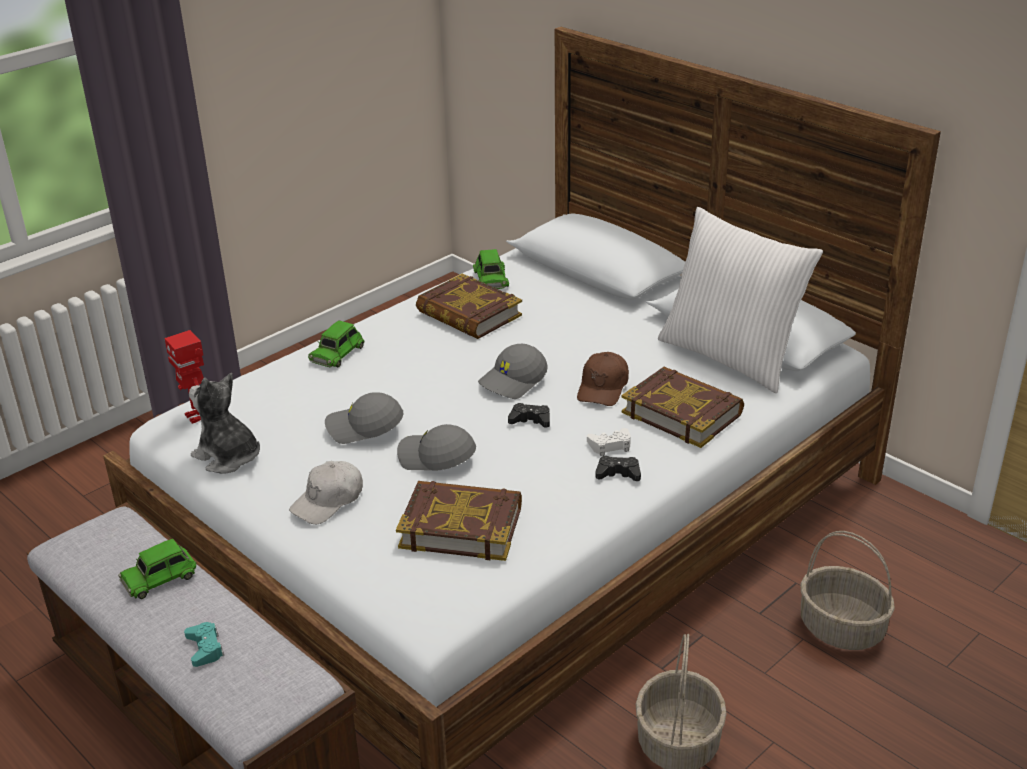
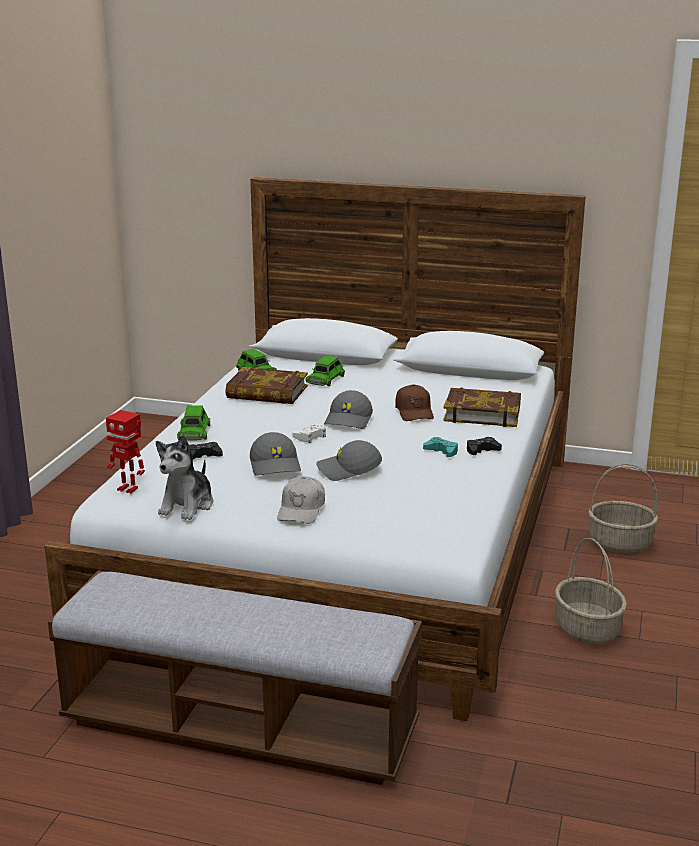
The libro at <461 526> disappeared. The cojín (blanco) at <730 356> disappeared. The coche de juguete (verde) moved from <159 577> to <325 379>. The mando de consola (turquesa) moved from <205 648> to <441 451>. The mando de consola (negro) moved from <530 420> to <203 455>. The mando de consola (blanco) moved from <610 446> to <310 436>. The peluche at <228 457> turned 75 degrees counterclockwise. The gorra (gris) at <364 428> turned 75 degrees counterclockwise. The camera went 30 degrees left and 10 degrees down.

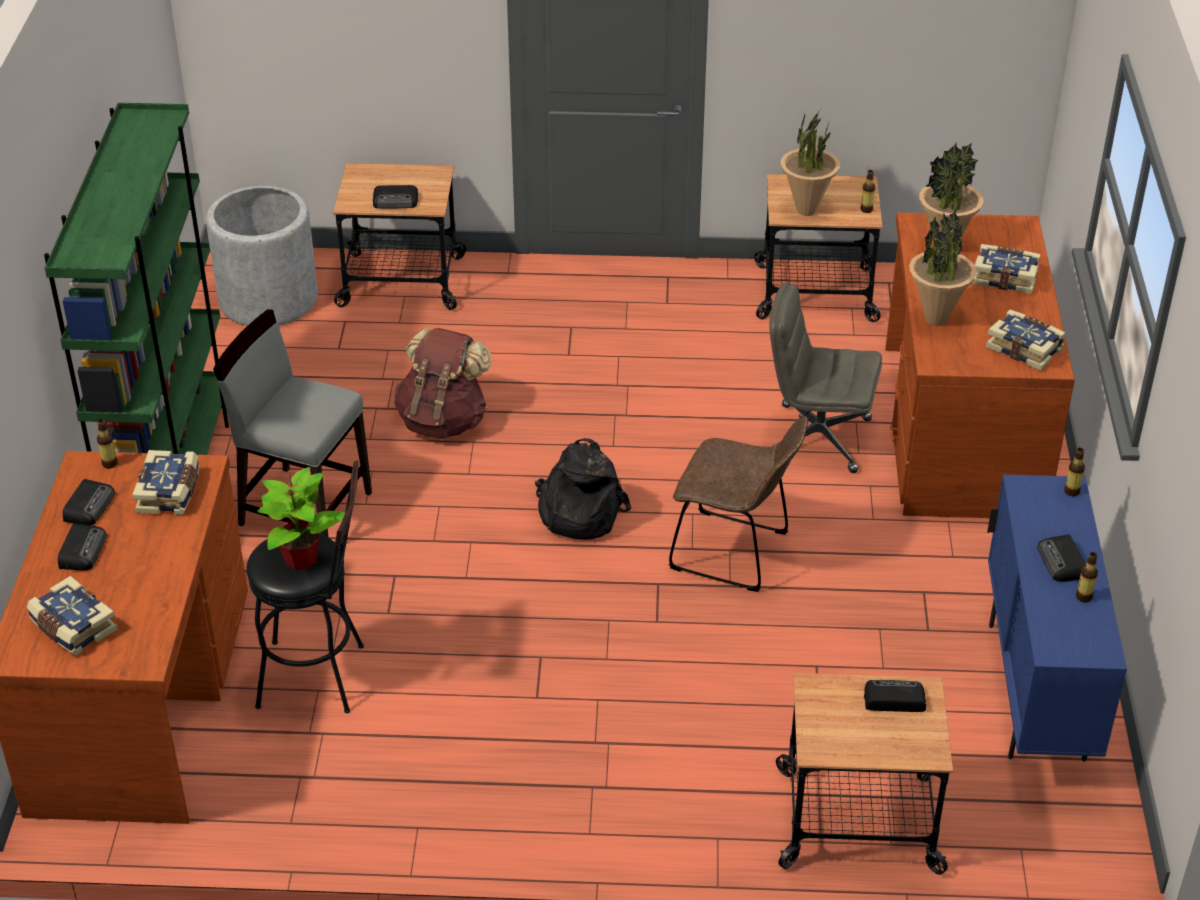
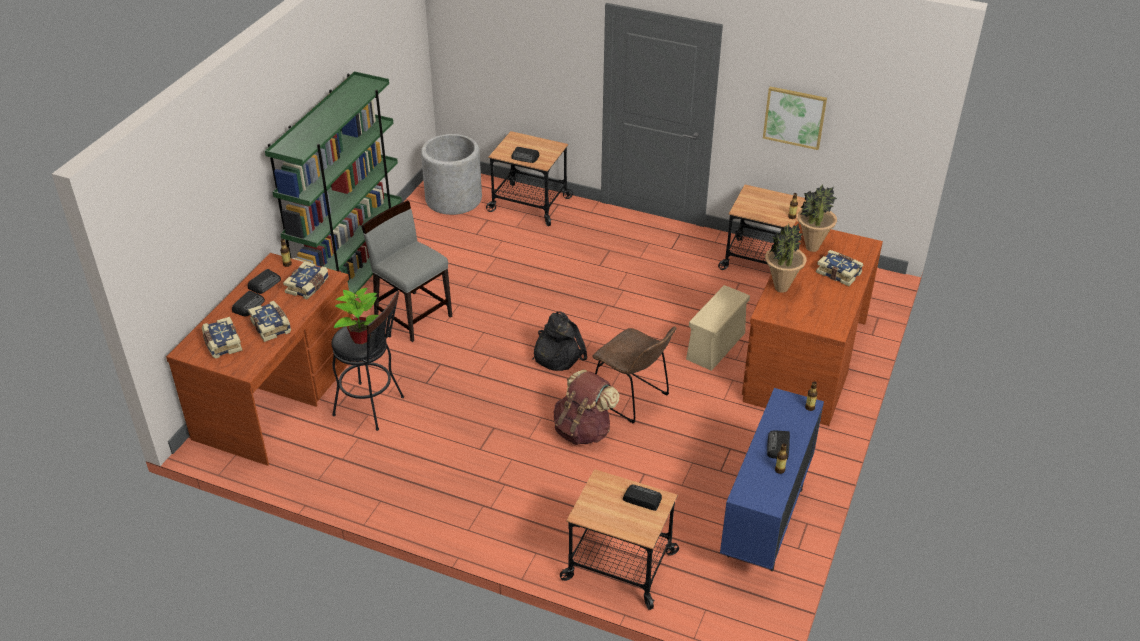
The planta en maceta at <806 210> disappeared. The cuadro at <794 117> appeared. The mochila (marrón) moved from <443 421> to <583 430>. The libro moved from <1024 348> to <272 326>. The silla de oficina (gris) at <817 438> was replaced by the caja de almacenaje (beis) at <716 345>. The camera went 20 degrees right and 0 degrees up.

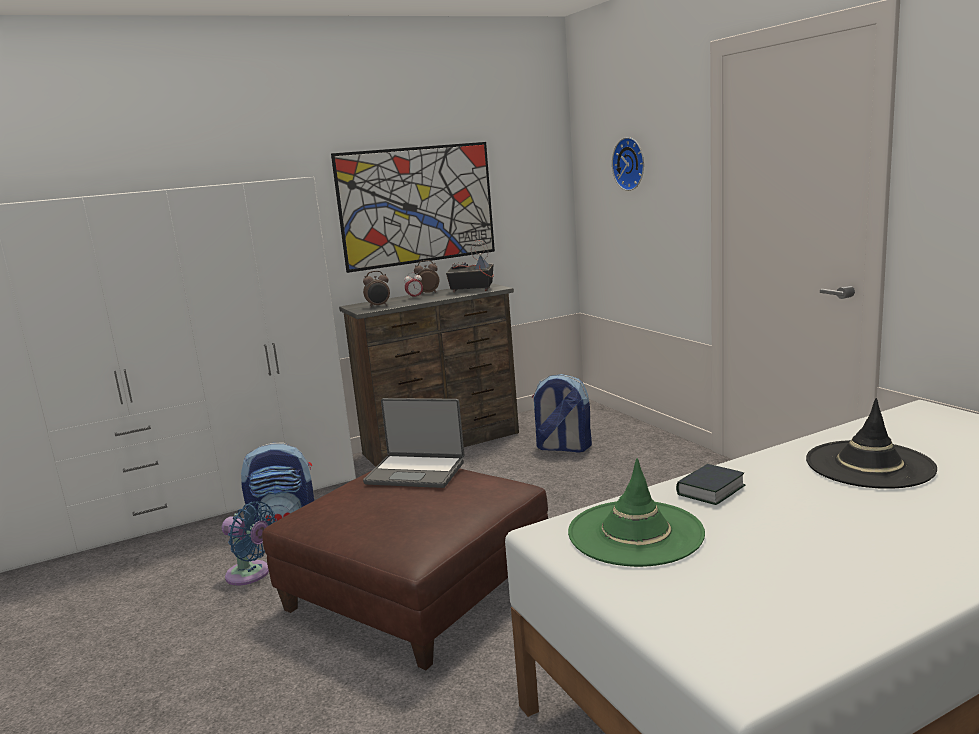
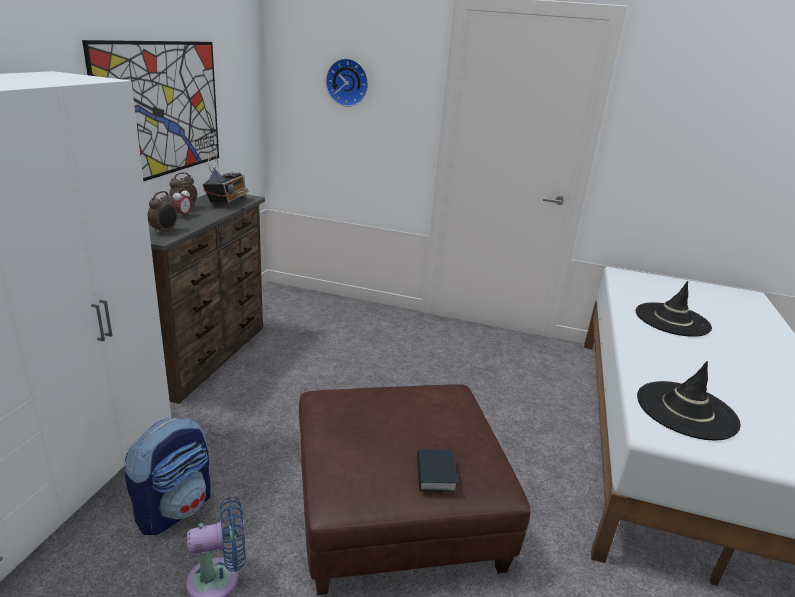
The portátil at <416 472> disappeared. The mochila at <562 448> disappeared. The libro moved from <710 490> to <435 475>. The sombrero (verde) at <635 533> became the sombrero (negro) at <686 410>. The radio at <471 290> turned 135 degrees clockwise. The camera went 50 degrees left and 10 degrees up.

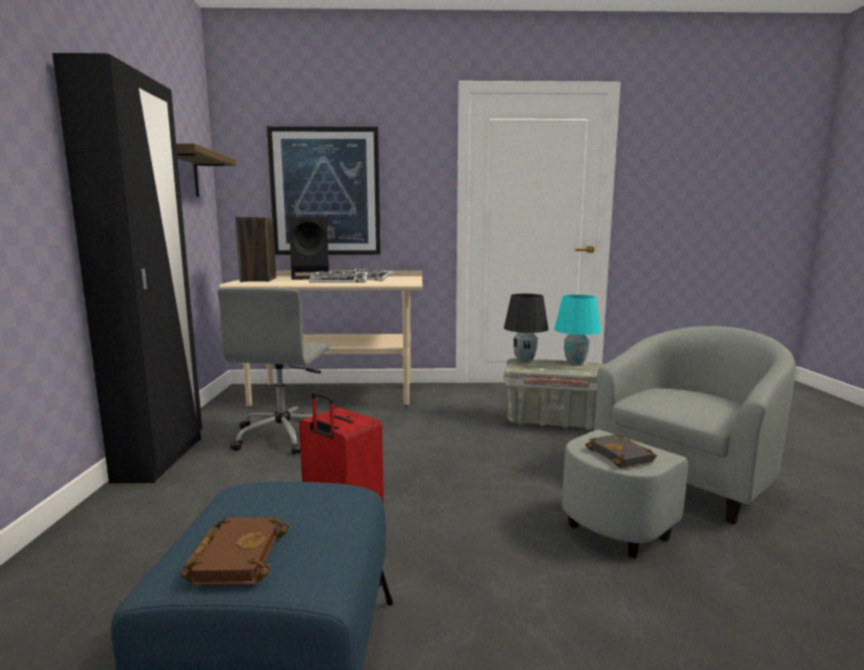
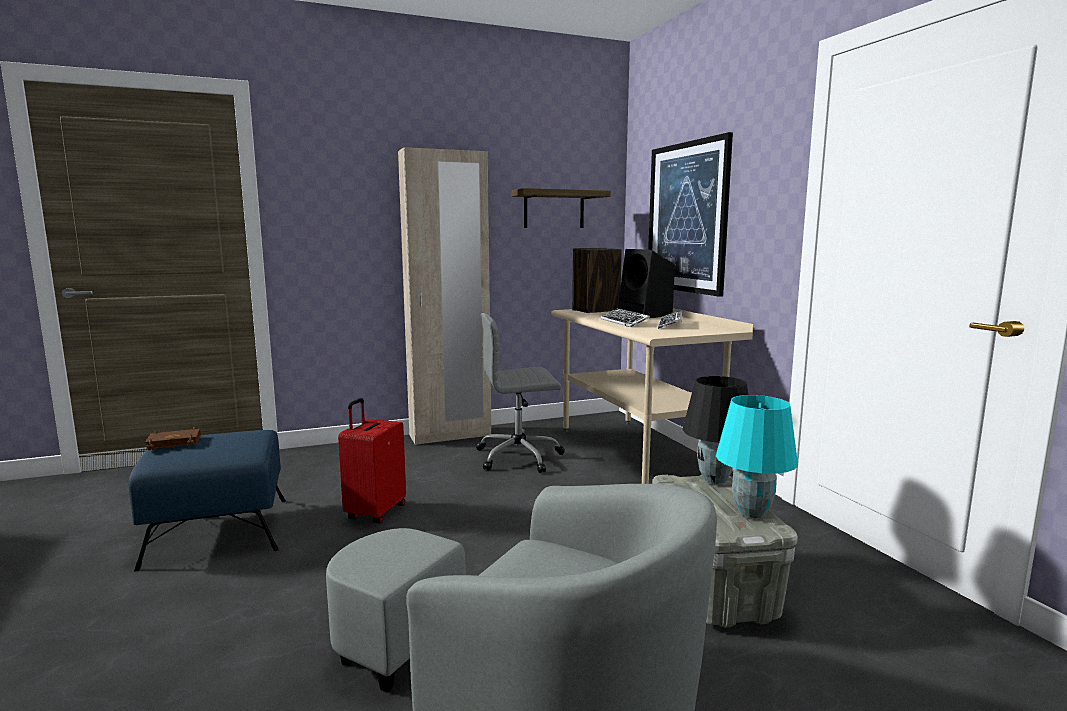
The libro (negro) at <622 456> disappeared. The armario ropero (negro) at <161 459> became the armario ropero (beis) at <450 435>. The camera went 70 degrees right and 0 degrees up.

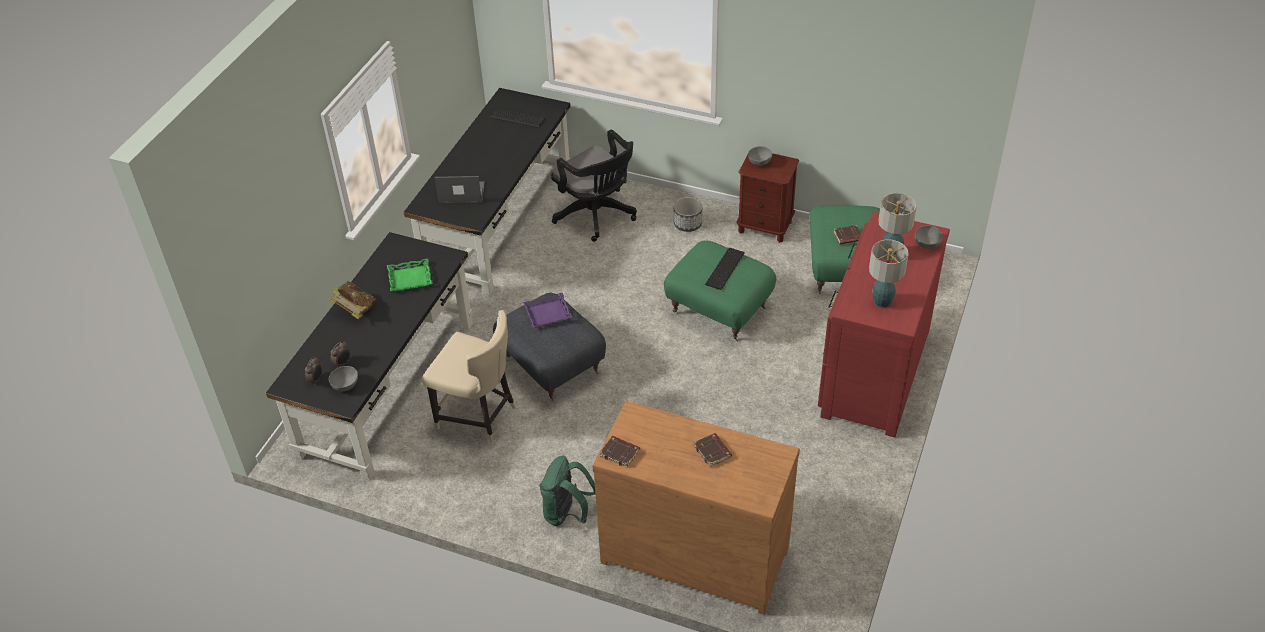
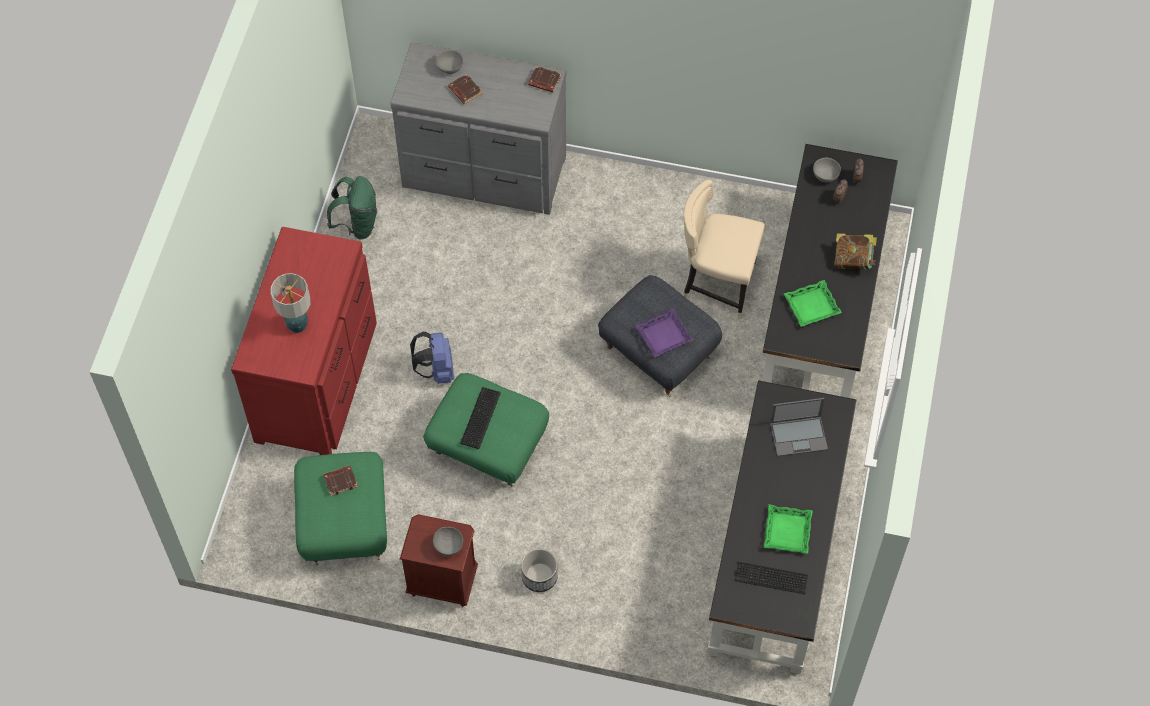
The silla de oficina (negro) at <597 215> disappeared. The lámpara de mesa at <882 301> disappeared. The mochila (azul) at <436 370> appeared. The bandeja (verde) at <787 531> appeared. The mochila (verde) moved from <567 513> to <357 224>. The cuenco (gris) moved from <927 244> to <449 68>. The cómoda (marrón) at <695 552> became the cómoda (gris) at <484 174>. The camera went 170 degrees right and 15 degrees up.

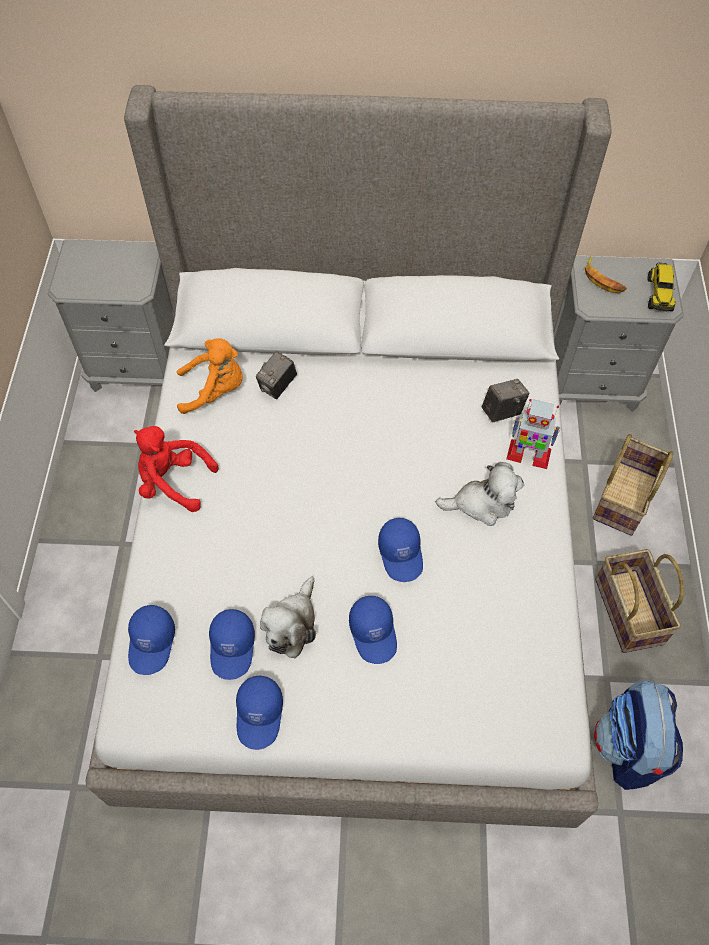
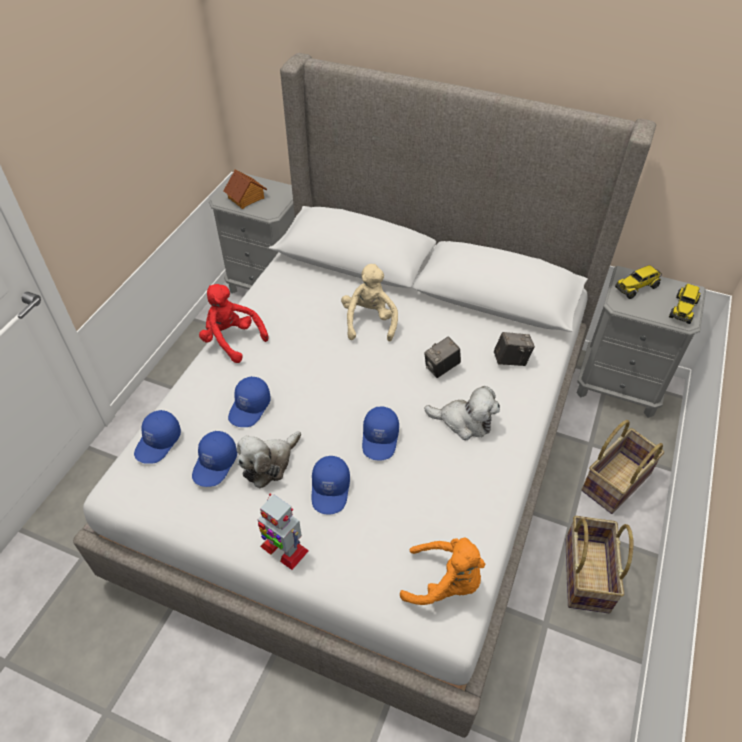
The mochila at <628 748> disappeared. The casita at <246 198> appeared. The peluche (beis) at <369 321> appeared. The peluche (naranja) moved from <215 390> to <445 582>. The gorra (azul) moved from <260 715> to <250 408>. The cámara moved from <278 386> to <441 368>. The robot de juguete moved from <528 454> to <283 548>. The plátano at <602 279> was replaced by the camión de juguete at <636 287>. The camera went 20 degrees right and 10 degrees down.

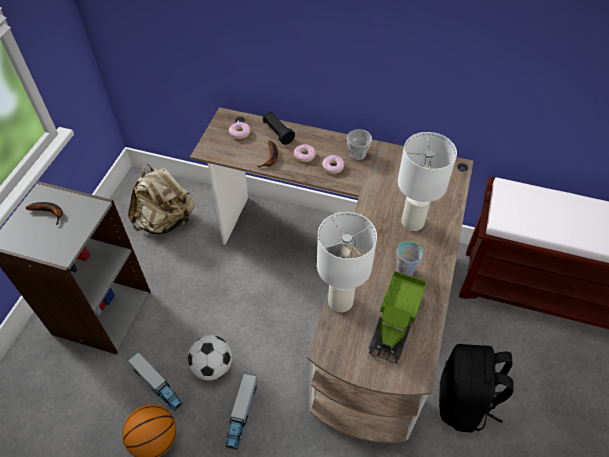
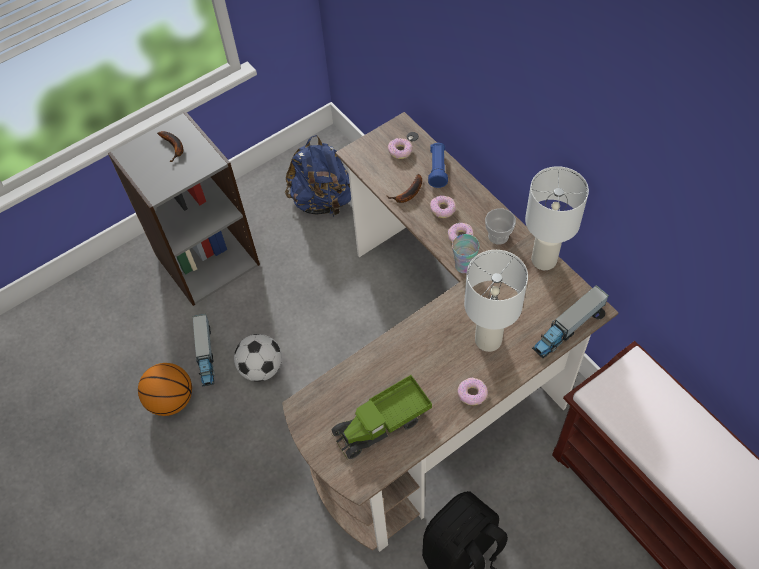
The rosquilla at <472 393> appeared. The camión de juguete moved from <241 413> to <568 328>. The lámpara de mesa (blanco) moved from <340 302> to <543 260>. The taza moved from <404 271> to <464 266>. The mochila (beis) at <166 221> became the mochila (azul) at <322 201>. The linterna (negro) at <278 132> became the linterna (azul) at <437 170>. The camera went 40 degrees right and 5 degrees up.

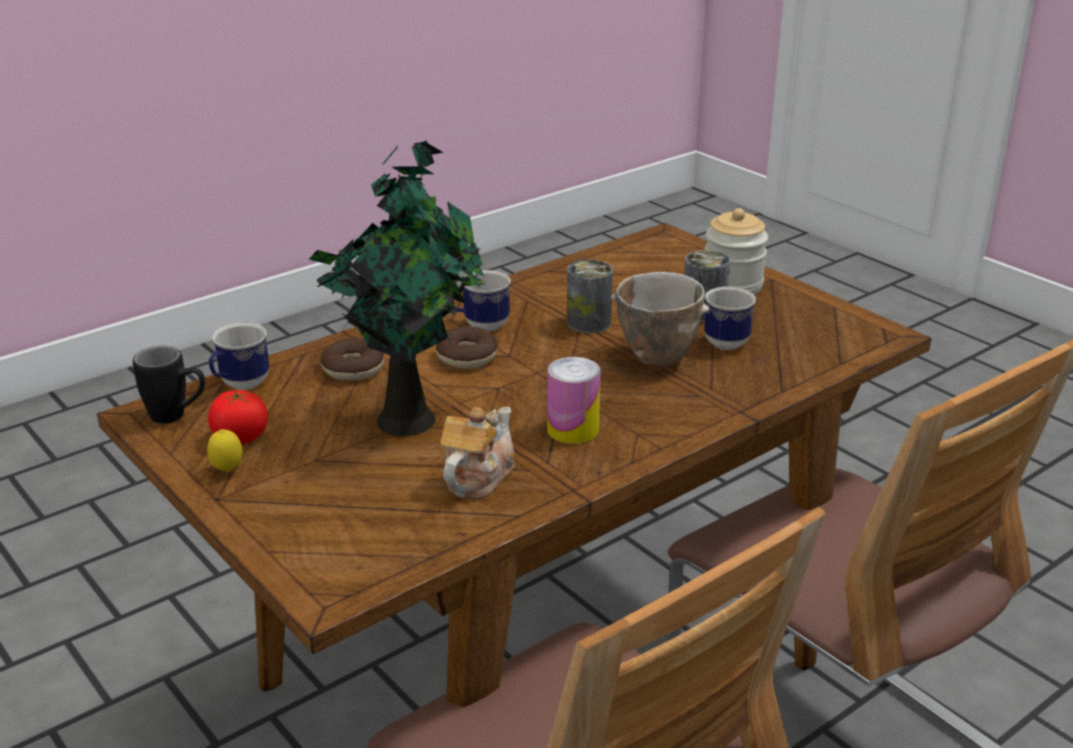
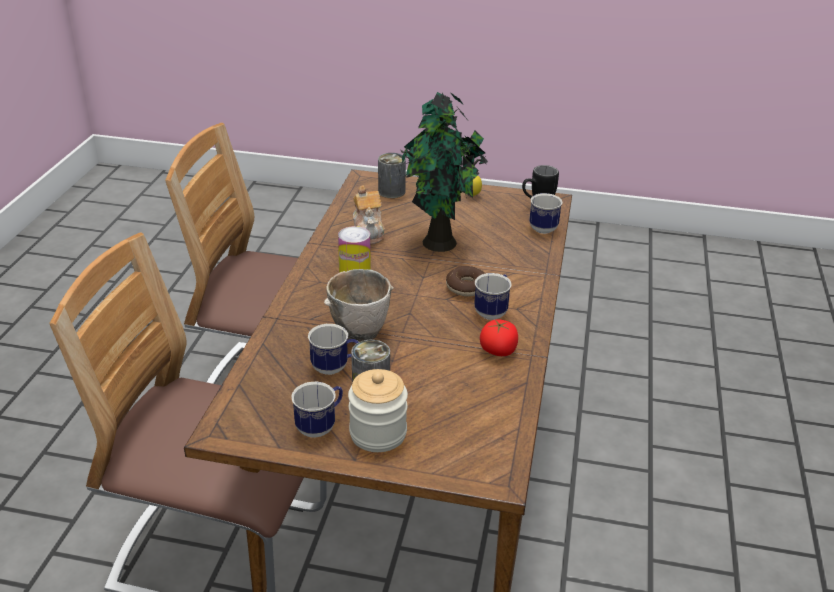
The rosquilla at <353 369> disappeared. The taza grande at <320 426> appeared. The tomate moved from <241 437> to <498 350>. The lata moved from <589 323> to <391 191>. The camera went 140 degrees right and 5 degrees up.

